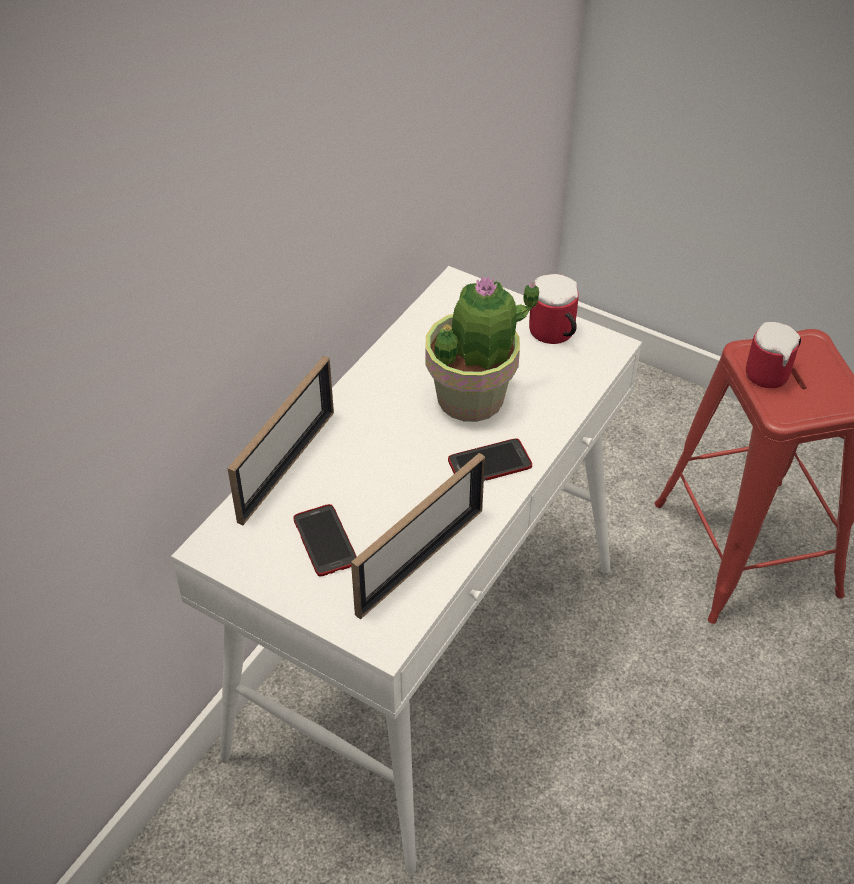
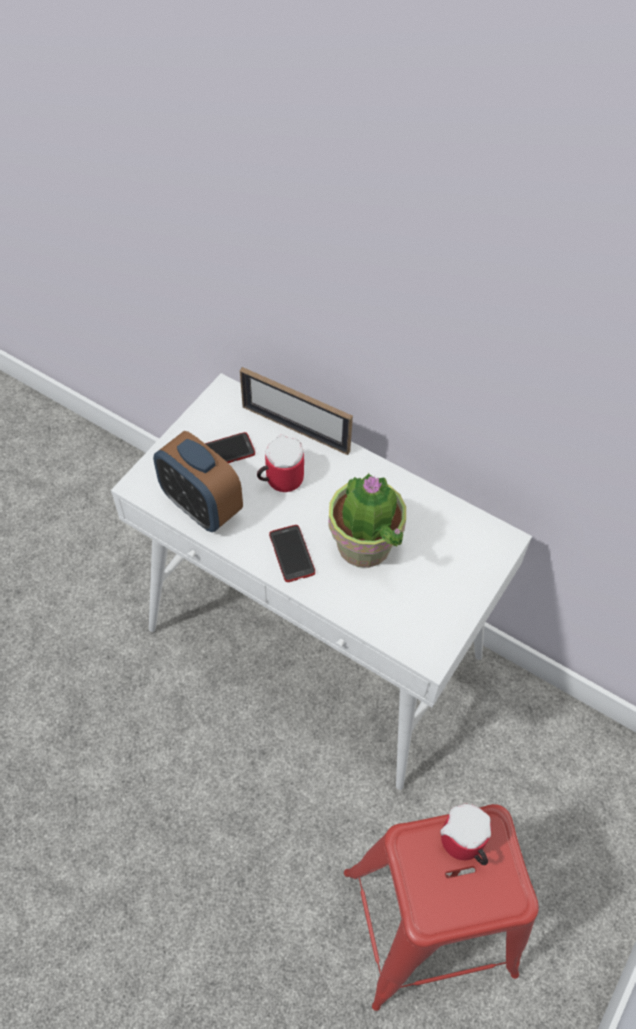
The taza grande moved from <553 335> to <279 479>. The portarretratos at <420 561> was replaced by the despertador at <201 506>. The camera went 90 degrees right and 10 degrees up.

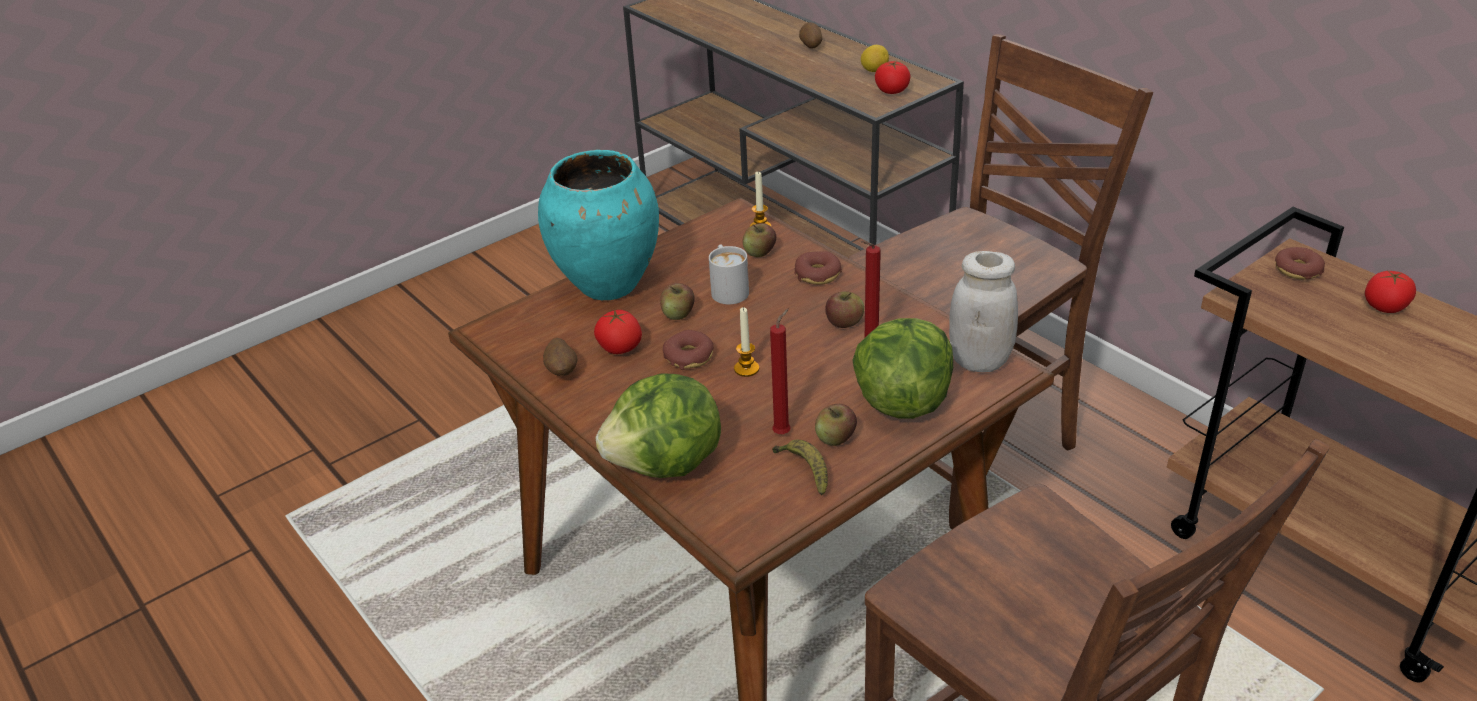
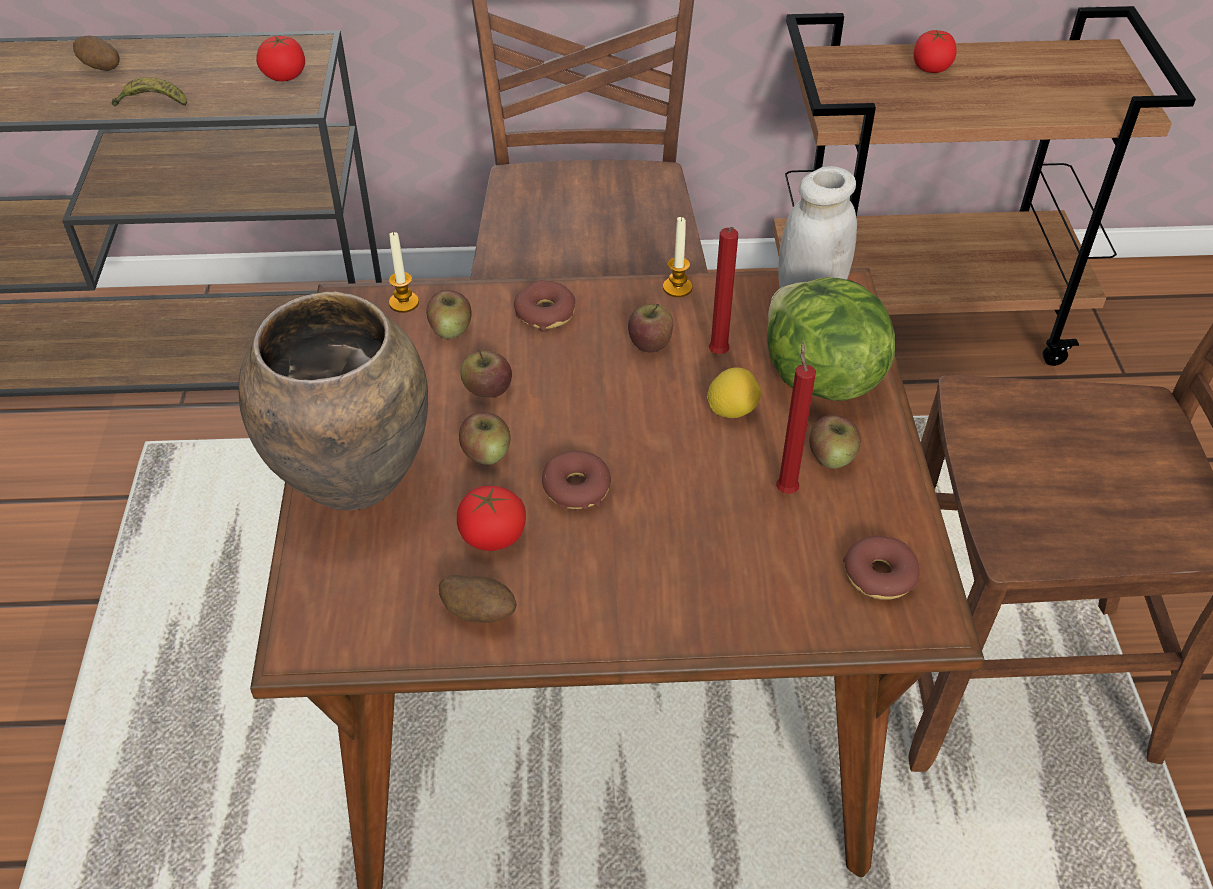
The lechuga at <667 465> disappeared. The vela moved from <746 369> to <677 287>. The plátano moved from <804 471> to <152 103>. The limón moved from <874 71> to <732 410>. The rosquilla moved from <1297 270> to <879 575>. The taza grande (blanco) at <728 289> was replaced by the manzana at <487 390>. The florero (turquesa) at <610 285> became the florero (marrón) at <355 479>. The camera went 55 degrees left and 10 degrees up.

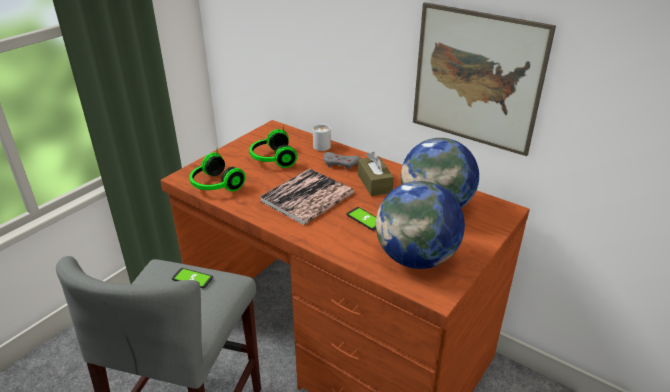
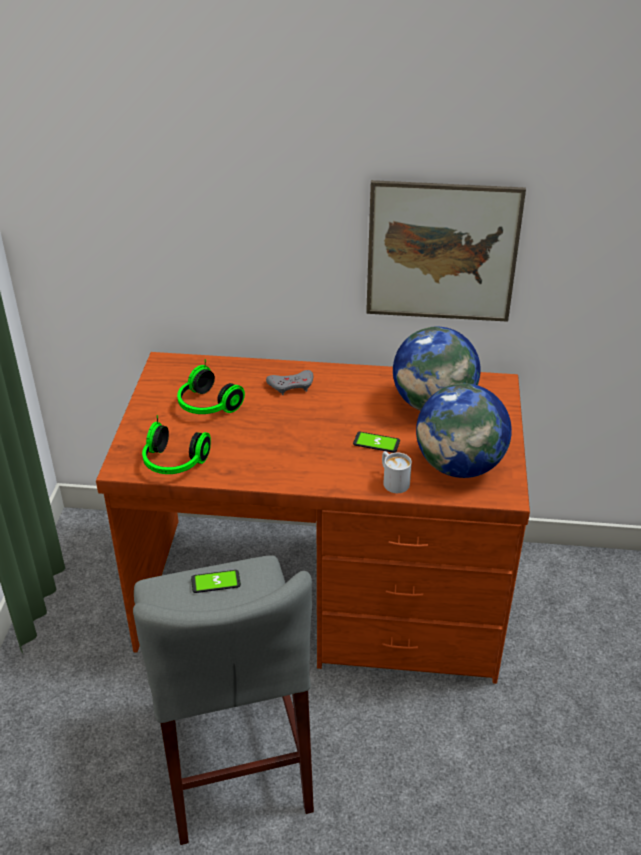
The libro at <307 197> disappeared. The caja de pañuelos (marrón) at <374 183> disappeared. The taza grande (blanco) moved from <321 144> to <393 481>. The camera went 30 degrees left and 5 degrees up.

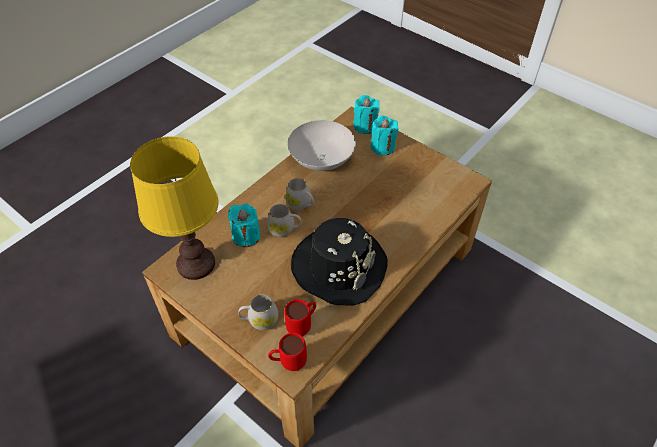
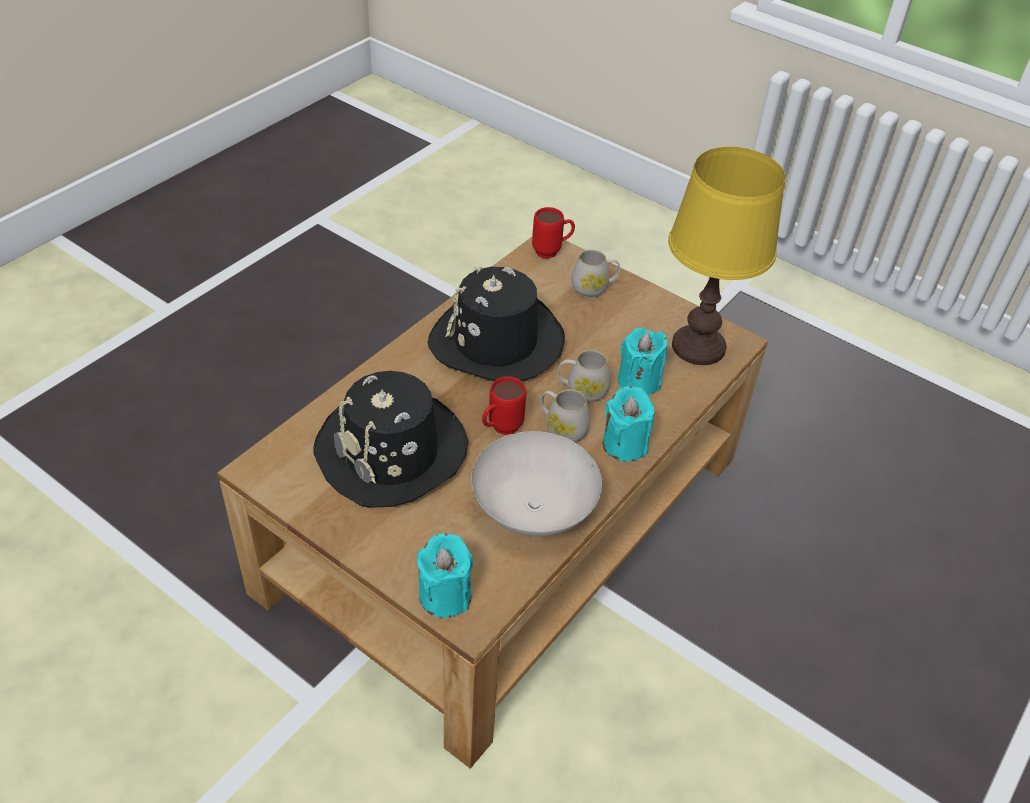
The sombrero (negro) at <392 451> appeared. The taza grande (rojo) moved from <303 326> to <500 429>. The vela (turquesa) moved from <382 147> to <624 444>. The camera went 175 degrees right and 5 degrees down.

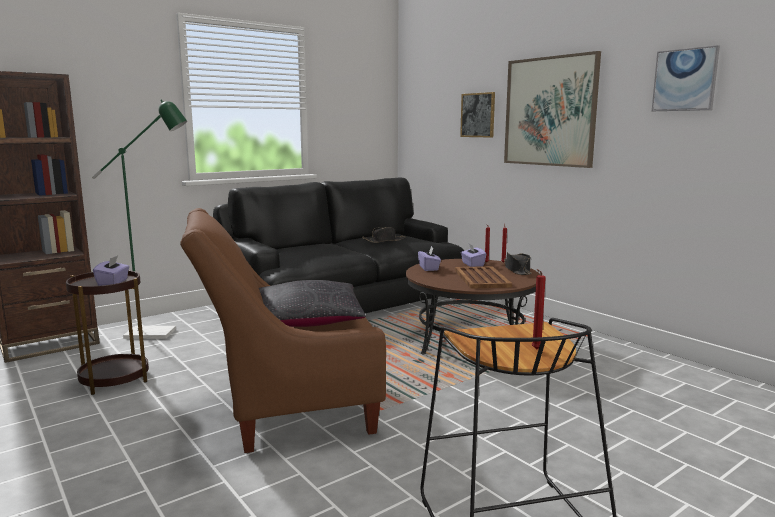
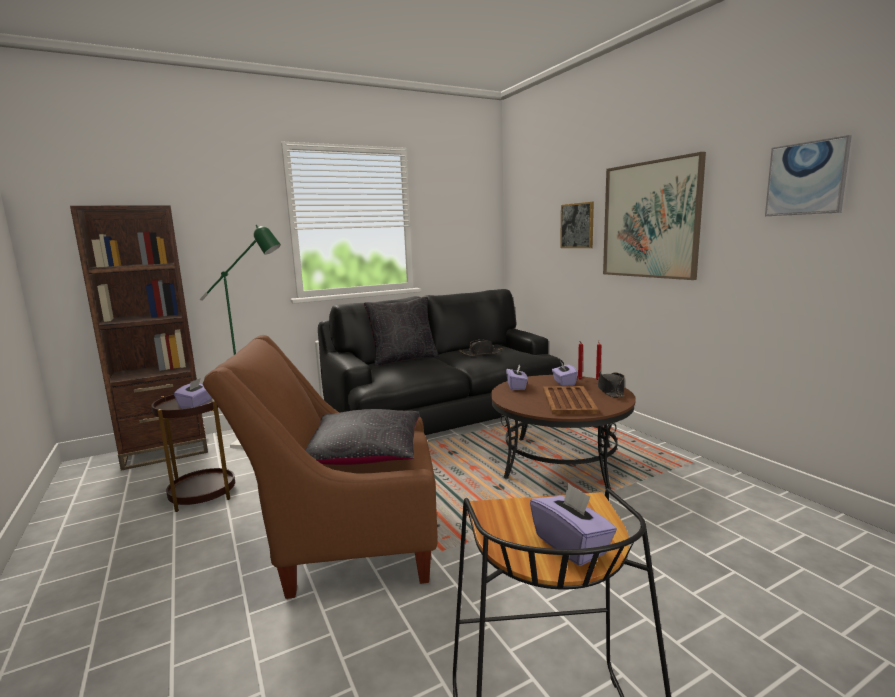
The cojín (negro) at <403 359> appeared. The vela (rojo) at <535 349> was replaced by the caja de pañuelos (morado) at <571 545>. The camera went 10 degrees right and 0 degrees up.

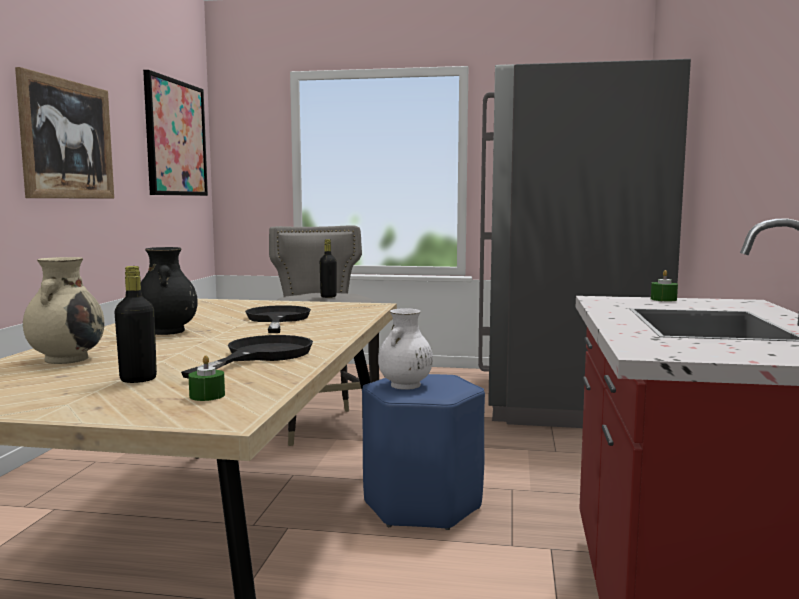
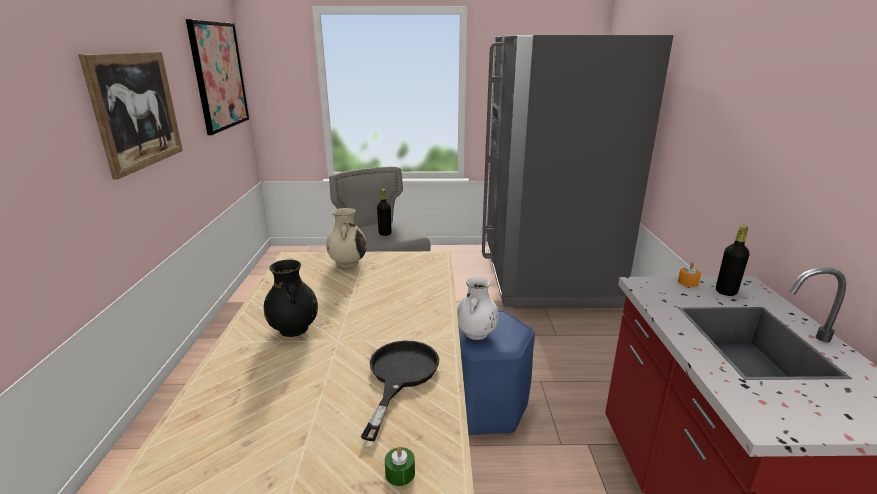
The sartén (negro) at <277 319> disappeared. The florero (beis) moved from <67 359> to <348 262>. The botella (negro) moved from <138 379> to <726 292>. The vela (verde) at <663 299> became the vela (naranja) at <688 282>. The camera went 10 degrees left and 15 degrees up.

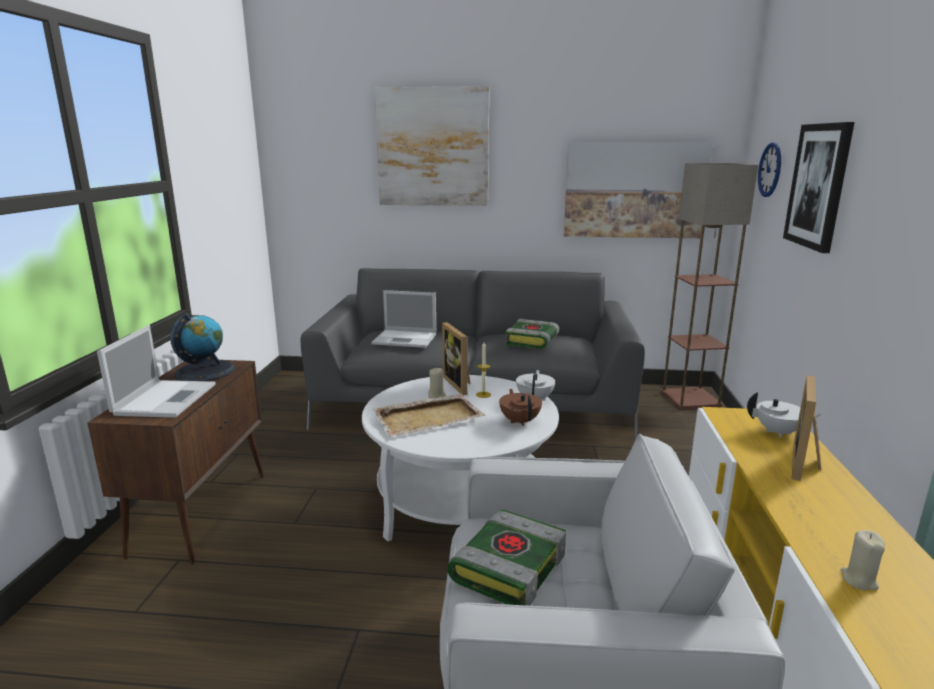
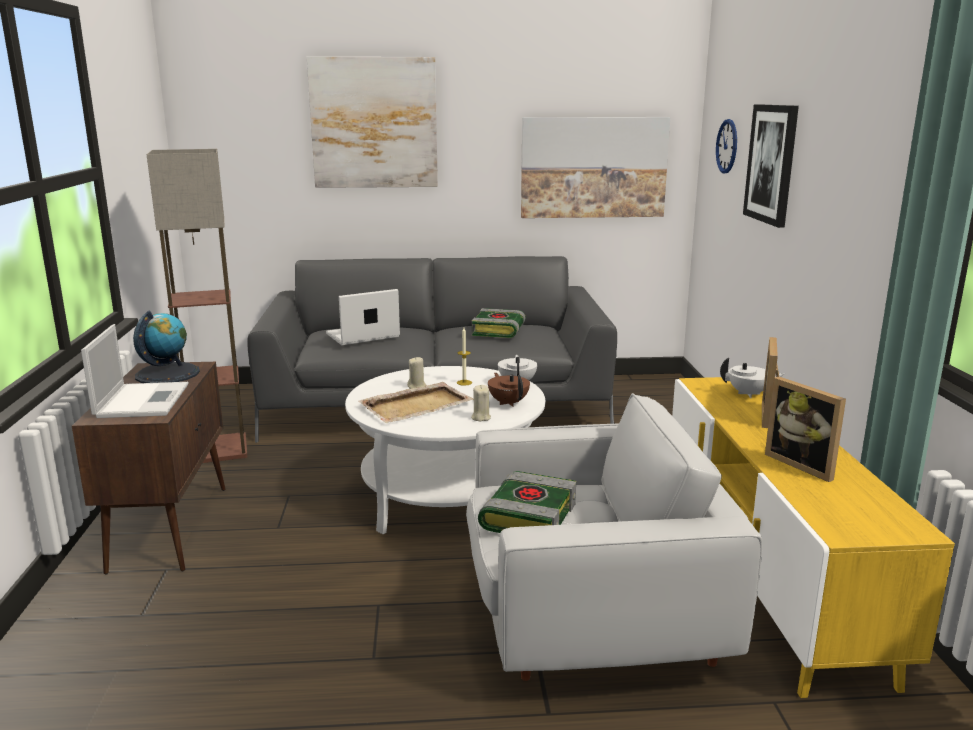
The portarretratos moved from <460 384> to <803 464>. The lámpara de pie moved from <691 399> to <218 450>. The vela (beis) moved from <859 580> to <480 417>. The portátil at <406 339> turned 150 degrees clockwise. The camera went 10 degrees left and 0 degrees up.

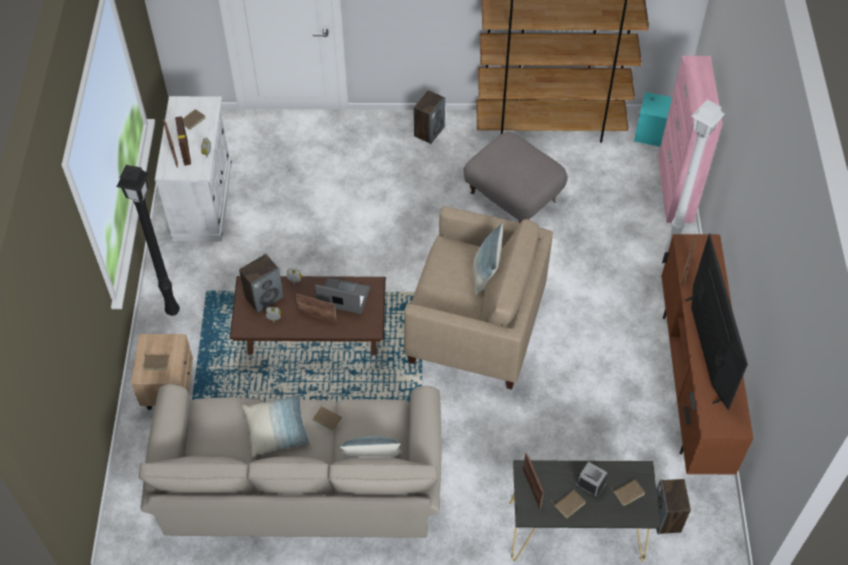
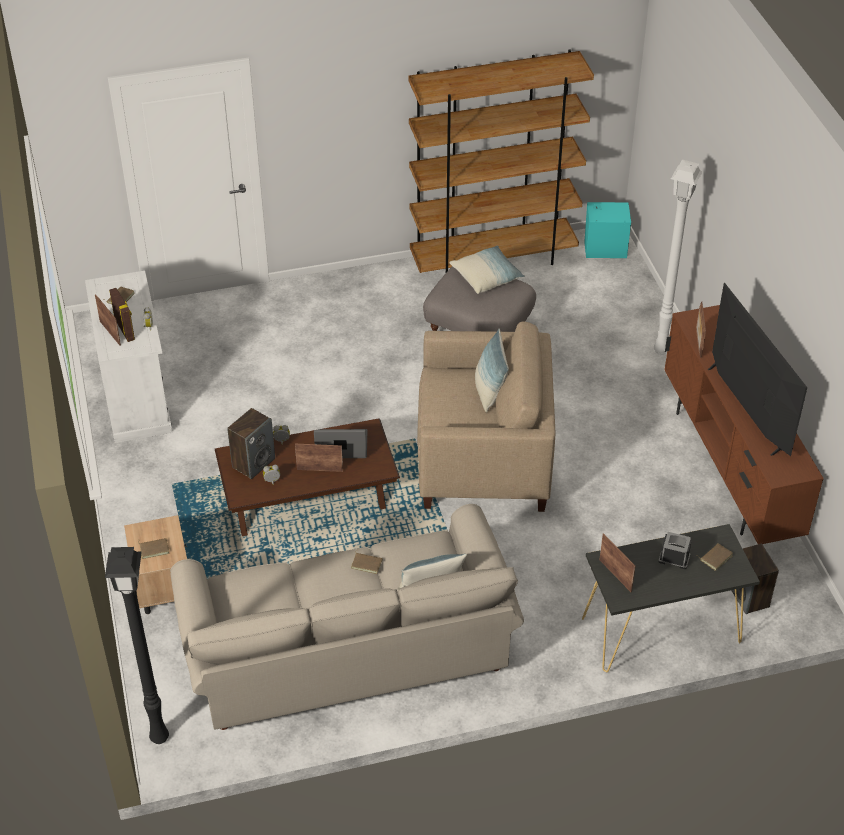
The altavoz at <429 131> disappeared. The libro (marrón) at <569 504> disappeared. The armario (rosa) at <675 190> disappeared. The lámpara de pie (negro) moved from <172 310> to <158 736>. The cojín moved from <277 430> to <486 277>. The camera went 15 degrees left and 10 degrees down.

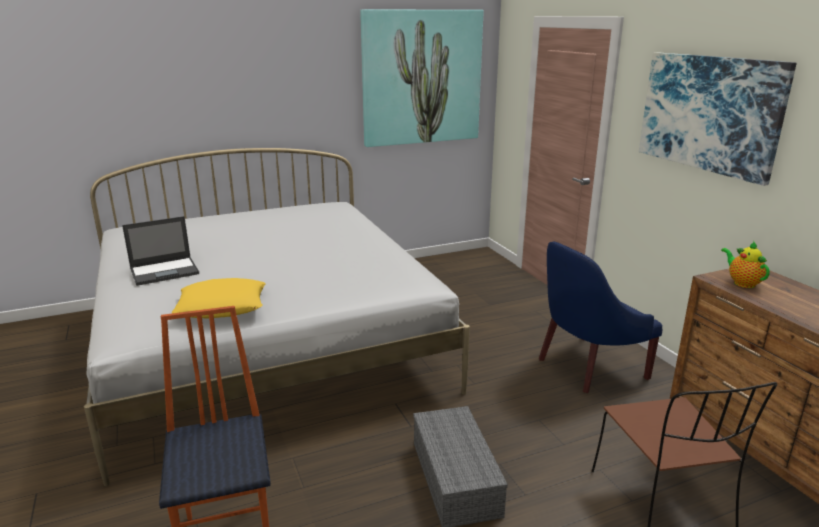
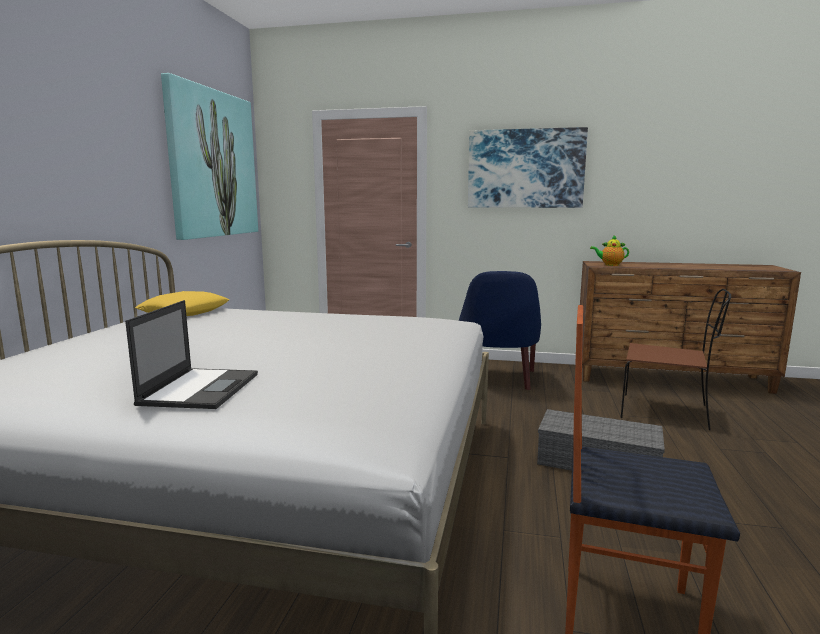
The cojín (amarillo) moved from <222 306> to <185 312>. The camera went 55 degrees left and 10 degrees down.

